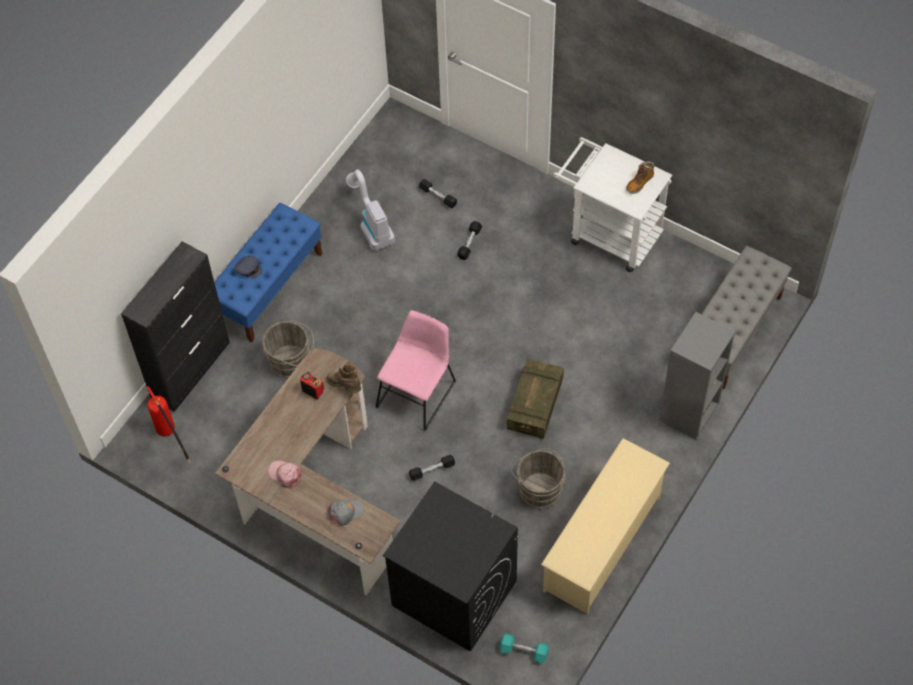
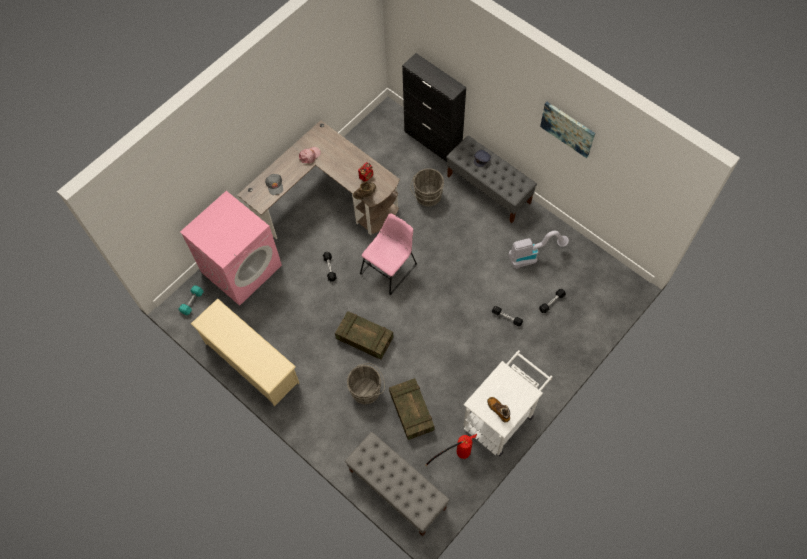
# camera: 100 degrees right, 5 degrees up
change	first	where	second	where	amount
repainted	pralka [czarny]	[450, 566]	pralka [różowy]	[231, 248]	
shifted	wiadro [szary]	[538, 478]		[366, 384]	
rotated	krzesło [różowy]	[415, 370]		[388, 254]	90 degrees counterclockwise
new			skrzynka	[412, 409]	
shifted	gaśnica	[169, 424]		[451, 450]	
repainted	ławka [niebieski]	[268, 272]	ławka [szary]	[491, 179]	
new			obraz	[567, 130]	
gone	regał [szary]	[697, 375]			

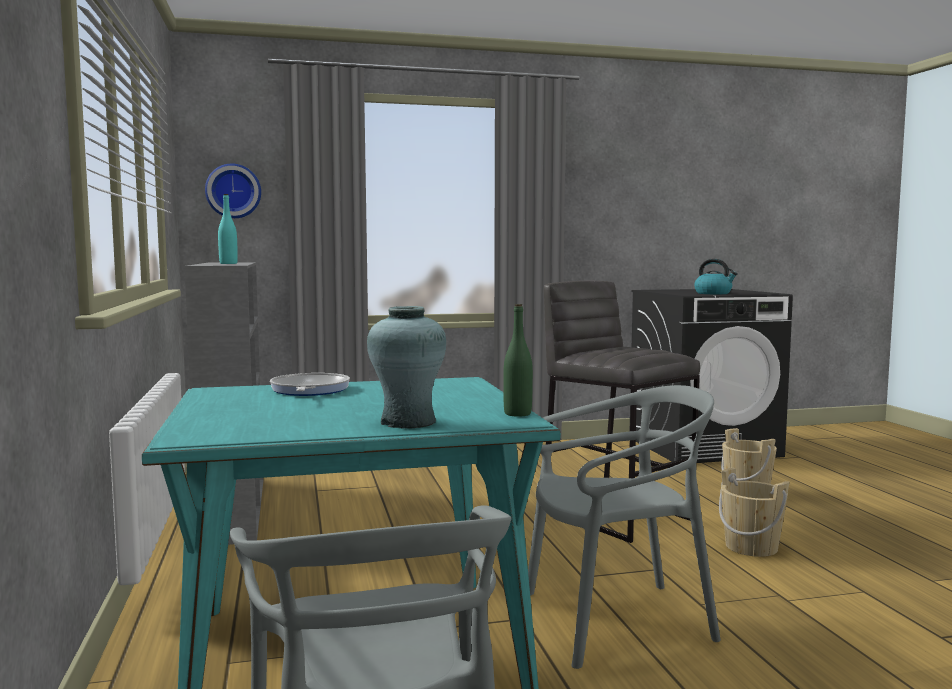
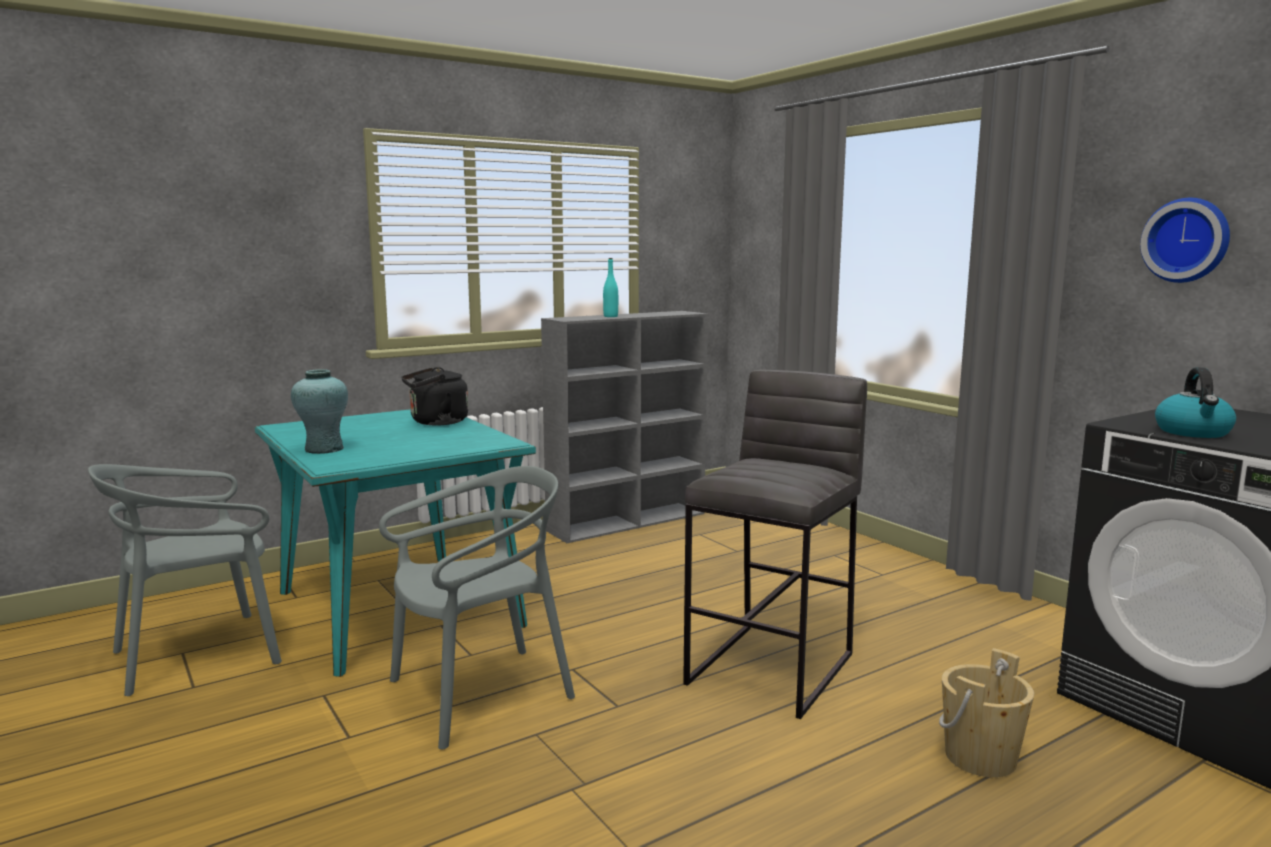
# camera: 70 degrees right, 5 degrees up
change	first	where	second	where	amount
rotated	krzesło [szary]	[624, 527]		[477, 608]	90 degrees counterclockwise
swapped	patelnia	[310, 384]	czajnik [czarny]	[434, 396]	
shifted	zegar ścienny	[233, 191]		[1185, 240]	
gone	butelka [zielony]	[518, 360]			
gone	wiadro [beżowy]	[754, 512]			

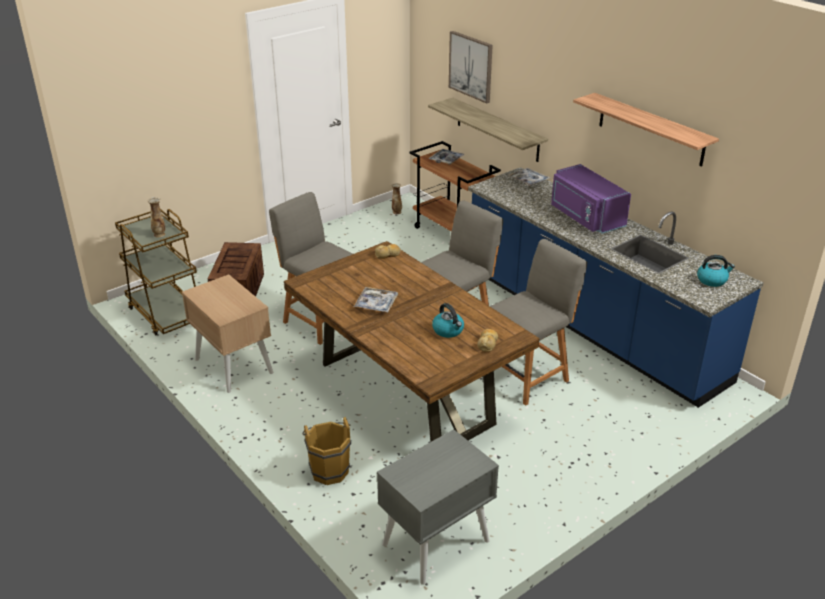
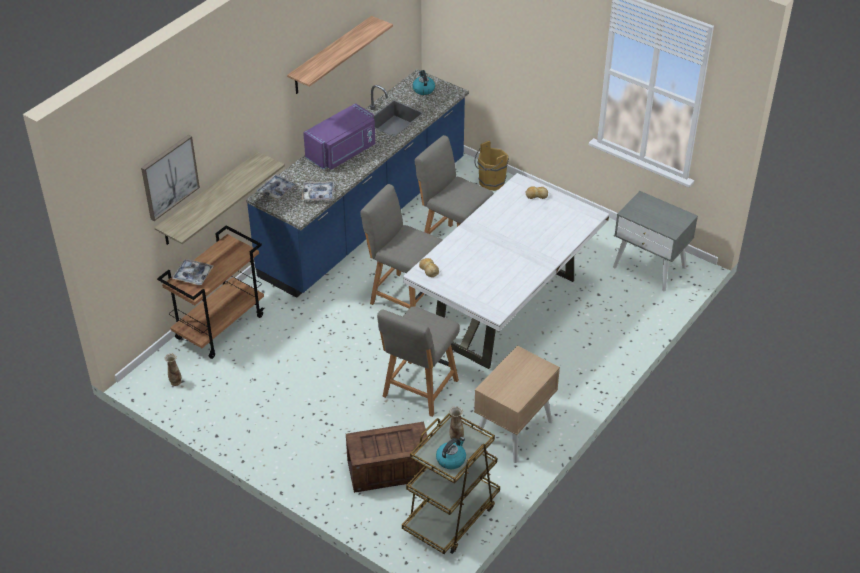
# camera: 105 degrees left, 10 degrees up
change	first	where	second	where	amount
shifted	taca	[376, 299]		[317, 191]	
repainted	stół jadalny [brązowy]	[412, 341]	stół jadalny [biały]	[506, 271]	
shifted	czajnik	[448, 320]		[451, 453]	
shifted	wiadro [brązowy]	[326, 451]		[492, 165]	

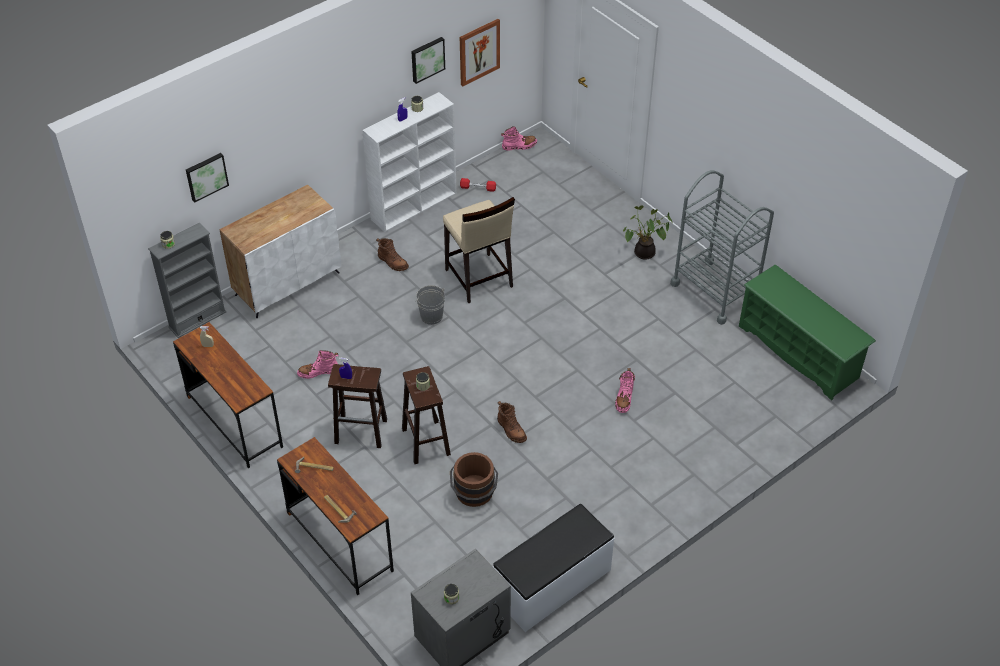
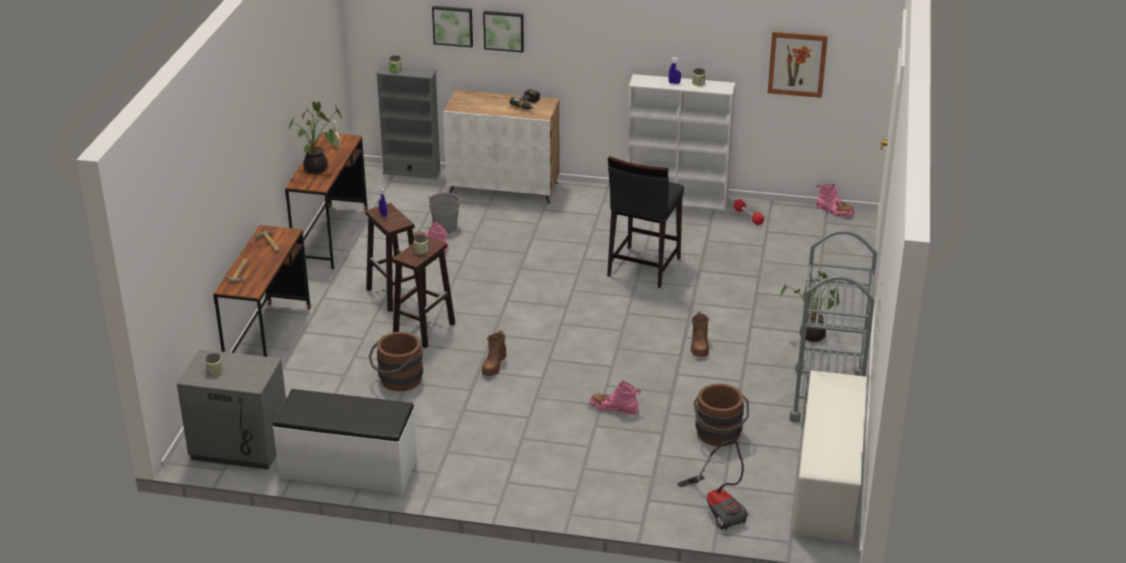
# camera: 50 degrees right, 15 degrees down
change	first	where	second	where	amount
new			roślina doniczkowa	[315, 137]	
shifted	wiadro [szary]	[430, 305]		[444, 212]	
shifted	obraz	[428, 60]		[503, 32]	
new			wiertarka	[524, 99]	
rotated	but z cholewką [różowy]	[625, 390]		[615, 397]	45 degrees clockwise
repainted	stołek [beżowy]	[479, 250]	stołek [czarny]	[645, 222]	
new			odkurzacz	[712, 485]	
shifted	but z cholewką [brązowy]	[392, 254]		[700, 334]	
new			wiadro [brązowy]	[721, 414]	
repainted	regał na buty [zielony]	[807, 332]	regał na buty [biały]	[830, 456]	

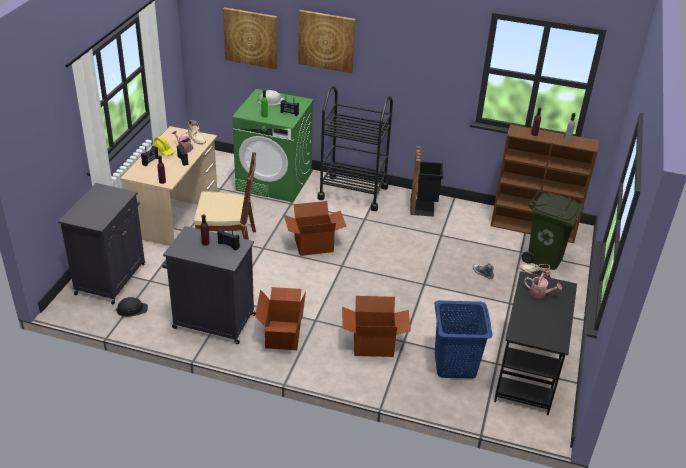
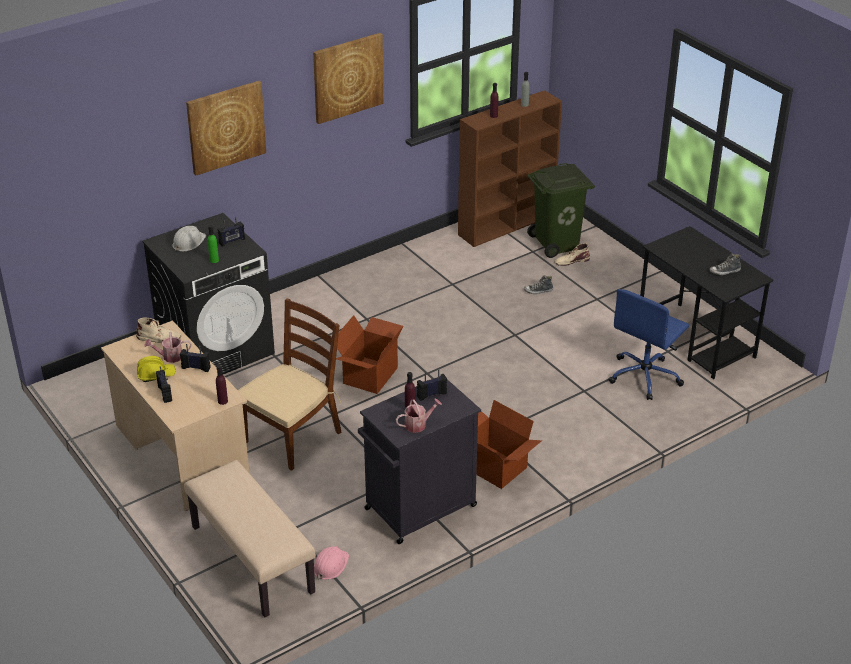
# camera: 50 degrees left, 0 degrees up
change	first	where	second	where	amount
repainted	pralka [zielony]	[273, 145]	pralka [czarny]	[208, 293]	
swapped	szafka [czarny]	[101, 243]	ławka [beżowy]	[250, 539]	
shifted	obraz	[250, 38]		[348, 78]	
repainted	kask [czarny]	[131, 307]	kask [różowy]	[331, 563]	
shifted	konewka	[543, 285]		[419, 415]	
swapped	kosz na pranie [niebieski]	[463, 339]	krzesło biurowe [niebieski]	[648, 344]	
new			but	[725, 264]	
gone	wózek [czarny]	[355, 148]			
gone	karton	[376, 326]			
gone	kosz na śmieci [czarny]	[426, 181]			

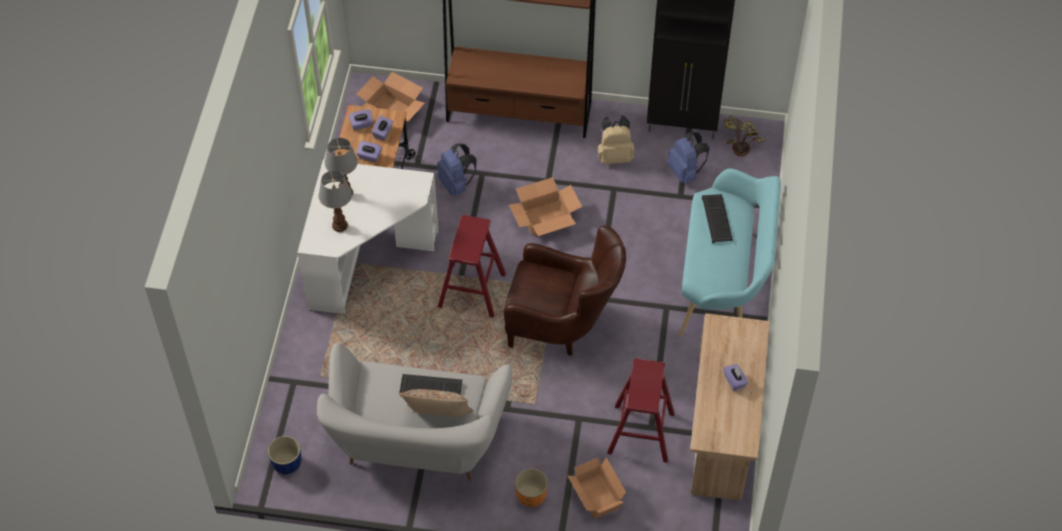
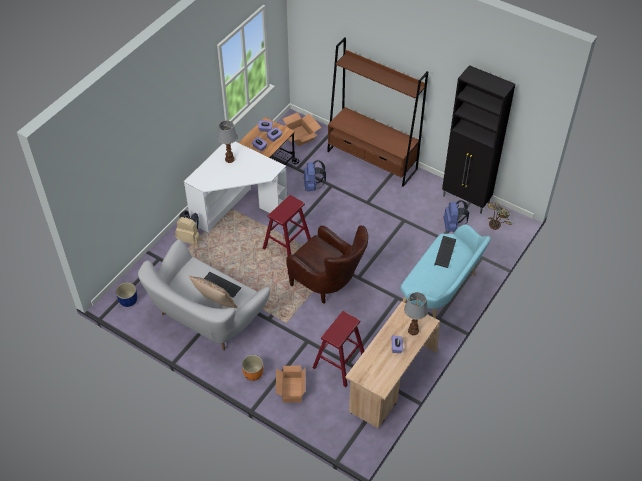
# camera: 25 degrees right, 5 degrees down
change	first	where	second	where	amount
shifted	plecak [beżowy]	[616, 139]		[187, 227]	
shifted	lampa stołowa	[335, 201]		[416, 314]	
gone	karton	[545, 206]			

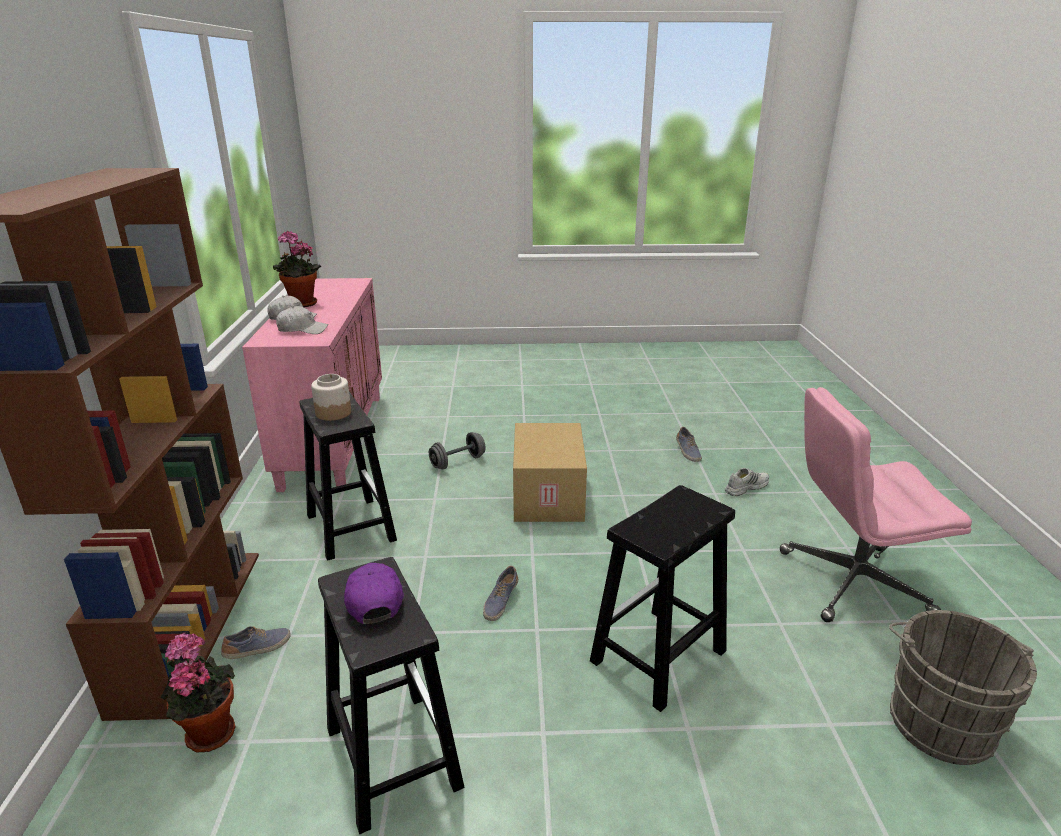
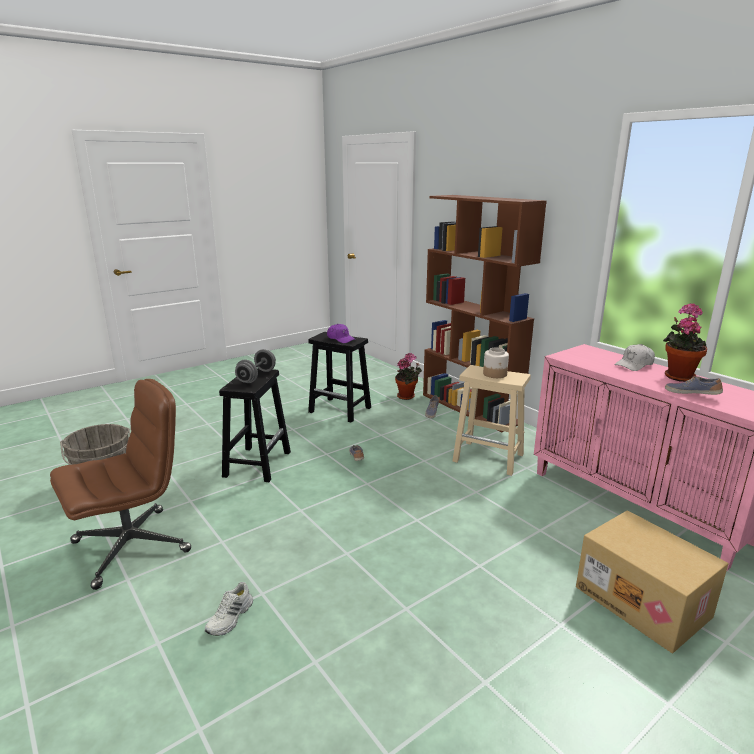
# camera: 145 degrees right, 5 degrees down
change	first	where	second	where	amount
repainted	krzesło biurowe [różowy]	[876, 504]	krzesło biurowe [brązowy]	[120, 484]	
shifted	hantel [szary]	[457, 450]		[255, 366]	
repainted	stołek [czarny]	[348, 476]	stołek [beżowy]	[491, 420]	
shifted	karton	[550, 472]		[652, 581]	
shifted	but	[689, 444]		[694, 385]	
gone	czapka z daszkiem [biały]	[302, 320]			

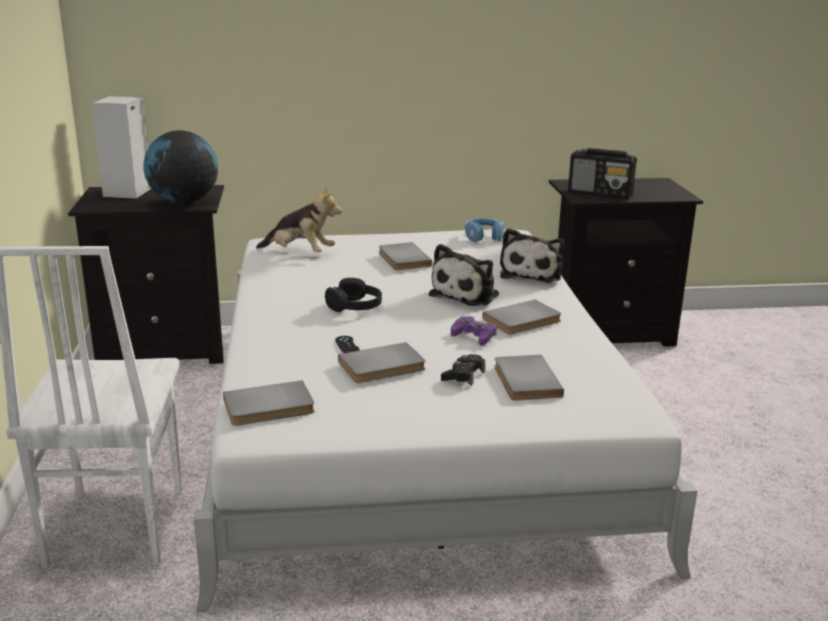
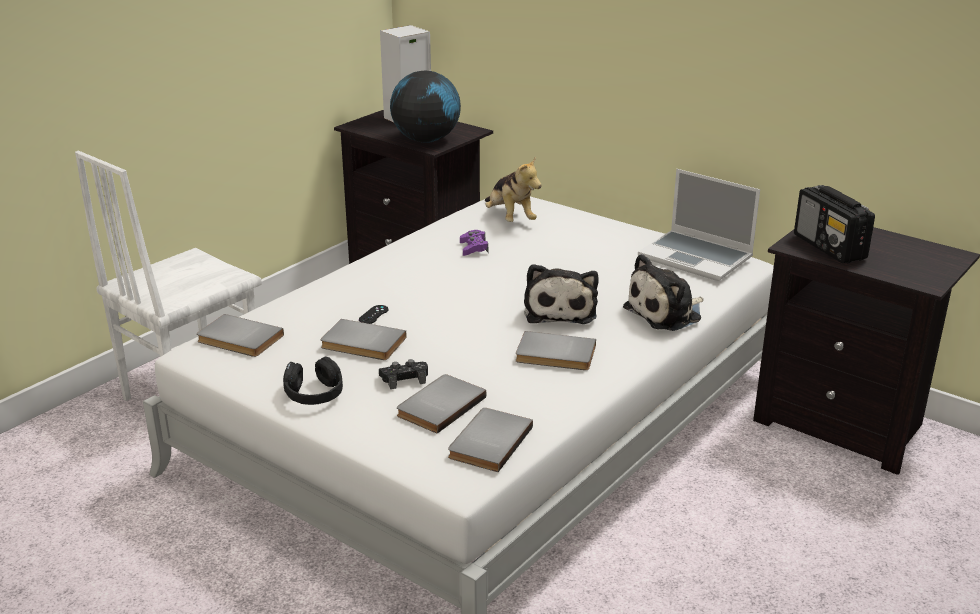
# camera: 45 degrees right, 5 degrees up
change	first	where	second	where	amount
shifted	słuchawki [czarny]	[353, 295]		[313, 381]	
shifted	książka [szary]	[405, 256]		[490, 440]	
shifted	pad do gier [fioletowy]	[474, 331]		[474, 243]	
rotated	pluszak	[464, 275]		[561, 294]	75 degrees counterclockwise
swapped	słuchawki [niebieski]	[485, 230]	laptop	[699, 225]	

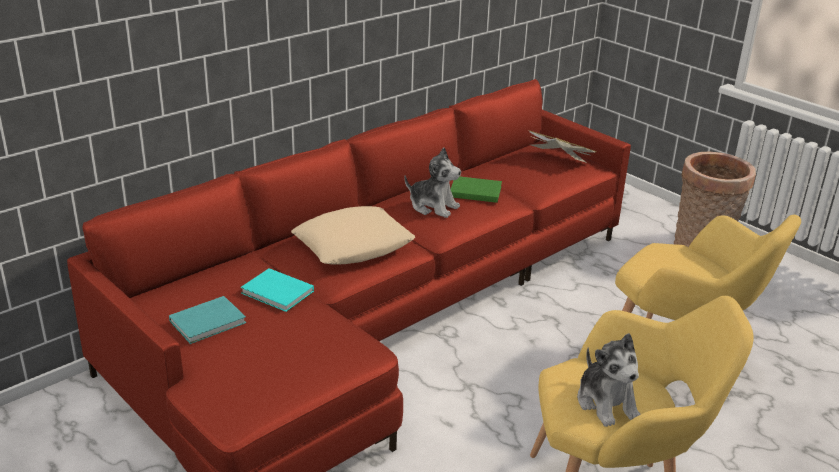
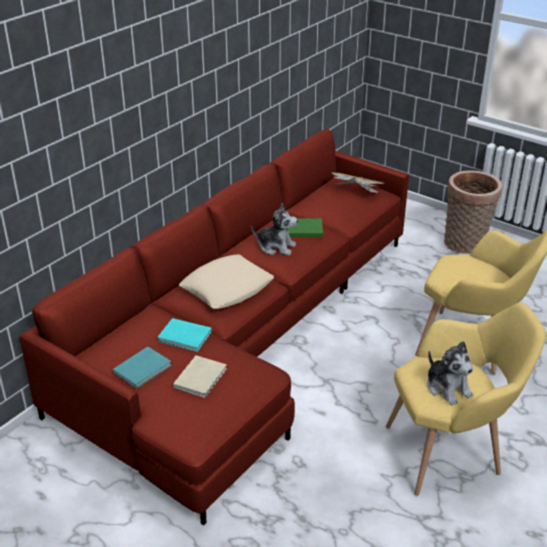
# camera: 10 degrees left, 5 degrees up
change	first	where	second	where	amount
new			książka [beżowy]	[200, 376]	

